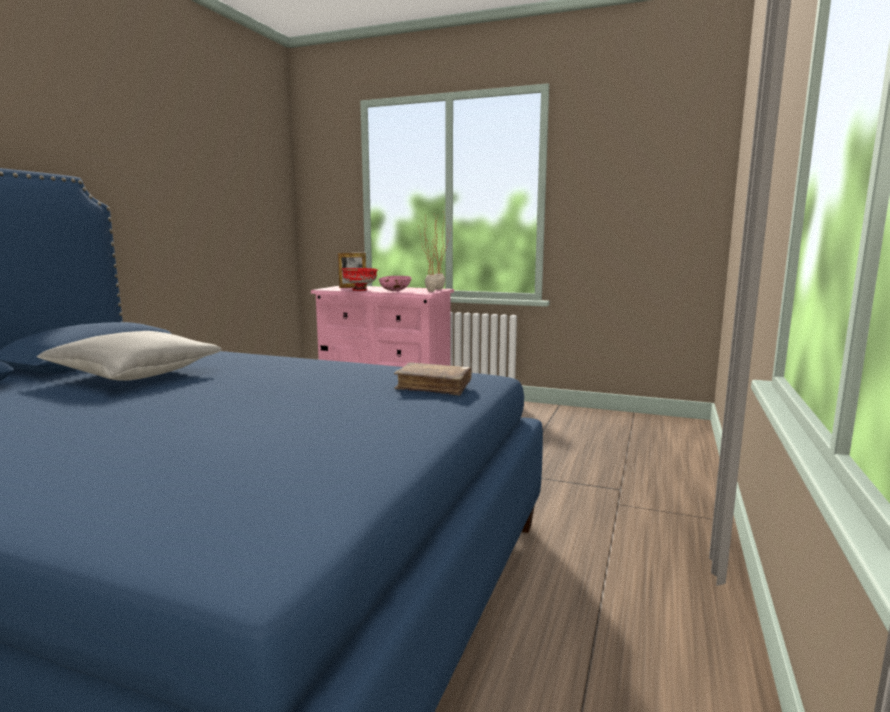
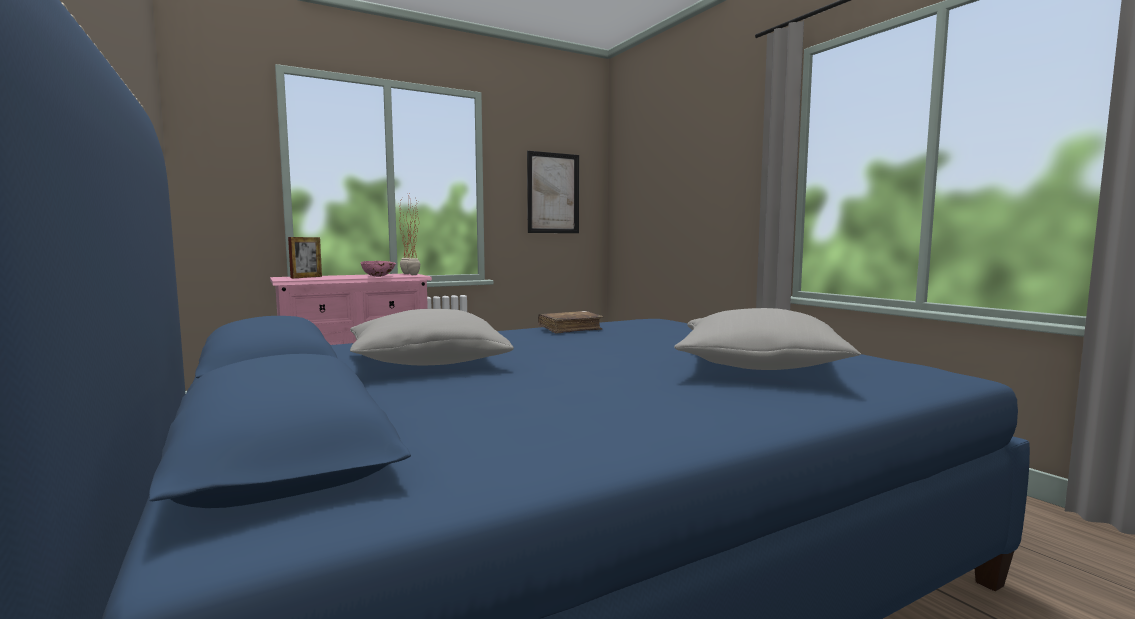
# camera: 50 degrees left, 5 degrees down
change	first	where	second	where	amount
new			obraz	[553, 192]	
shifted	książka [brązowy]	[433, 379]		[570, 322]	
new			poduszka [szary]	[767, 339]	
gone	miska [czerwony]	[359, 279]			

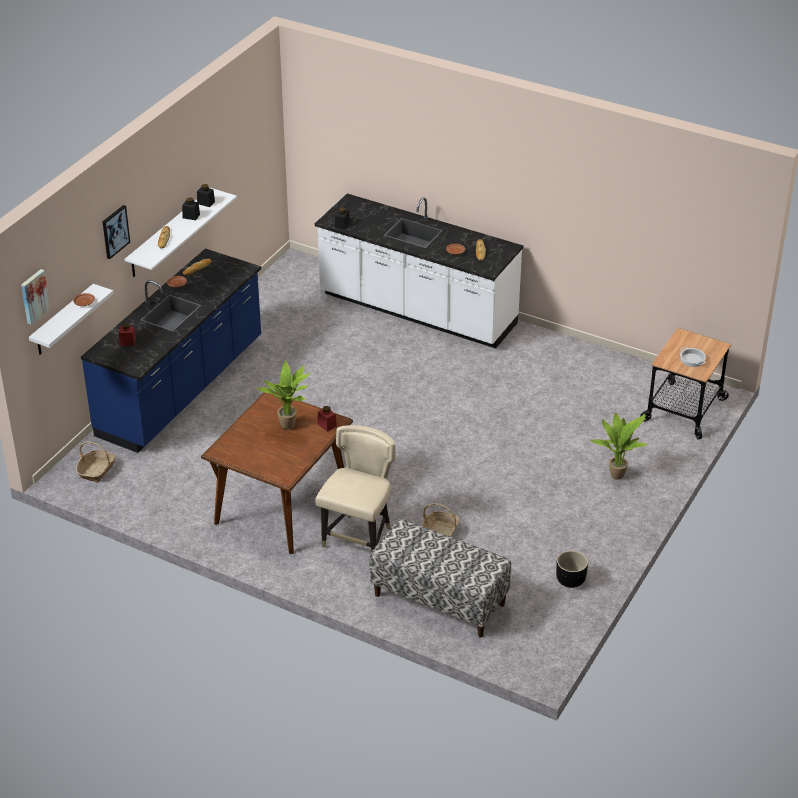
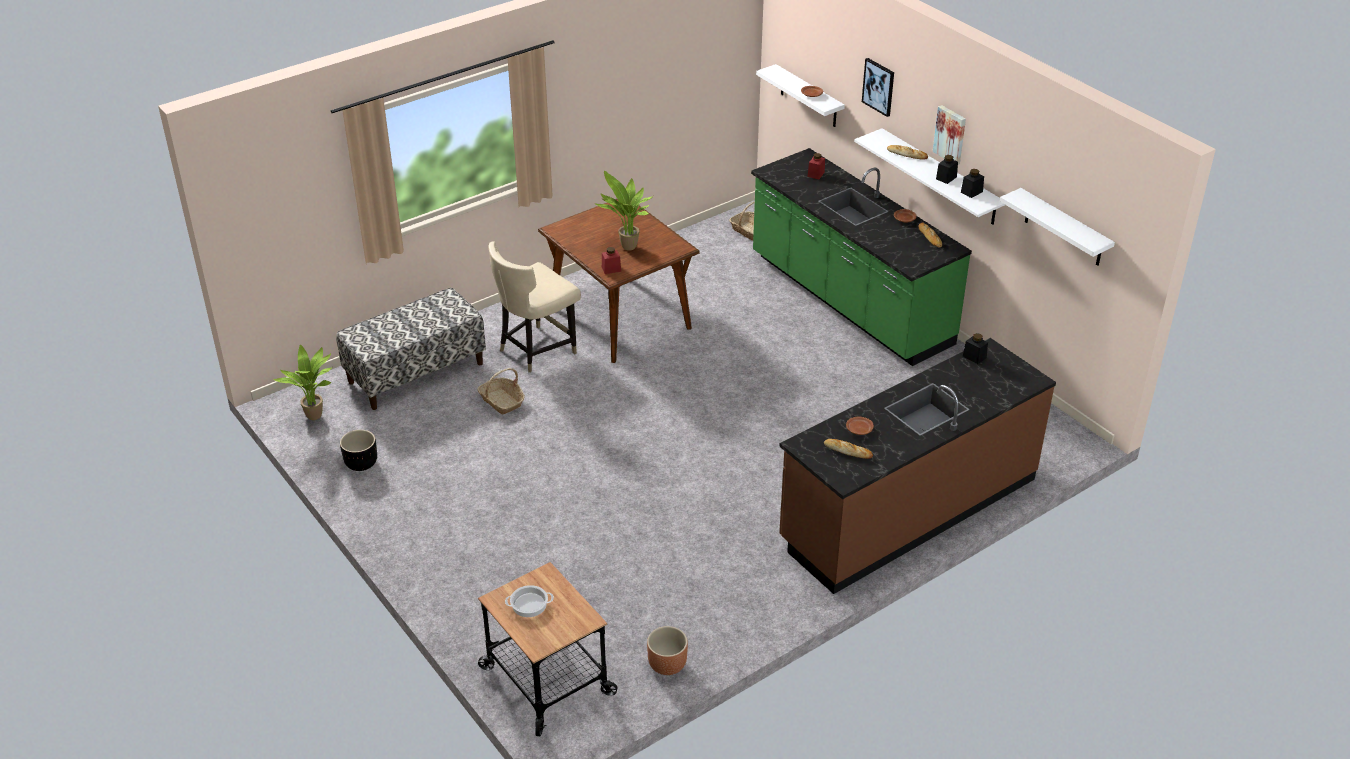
# camera: 115 degrees right, 0 degrees up
change	first	where	second	where	amount
shifted	roślina doniczkowa	[619, 446]		[302, 382]	
rotated	krzesło [beżowy]	[355, 488]		[535, 307]	90 degrees clockwise
new			donica [brązowy]	[667, 650]	
repainted	zabudowa kuchenna [niebieski]	[171, 351]	zabudowa kuchenna [zielony]	[861, 257]	
repainted	zabudowa kuchenna [biały]	[419, 271]	zabudowa kuchenna [brązowy]	[917, 466]	
shifted	obraz	[36, 296]		[949, 135]	
new			półka [biały]	[1057, 226]	

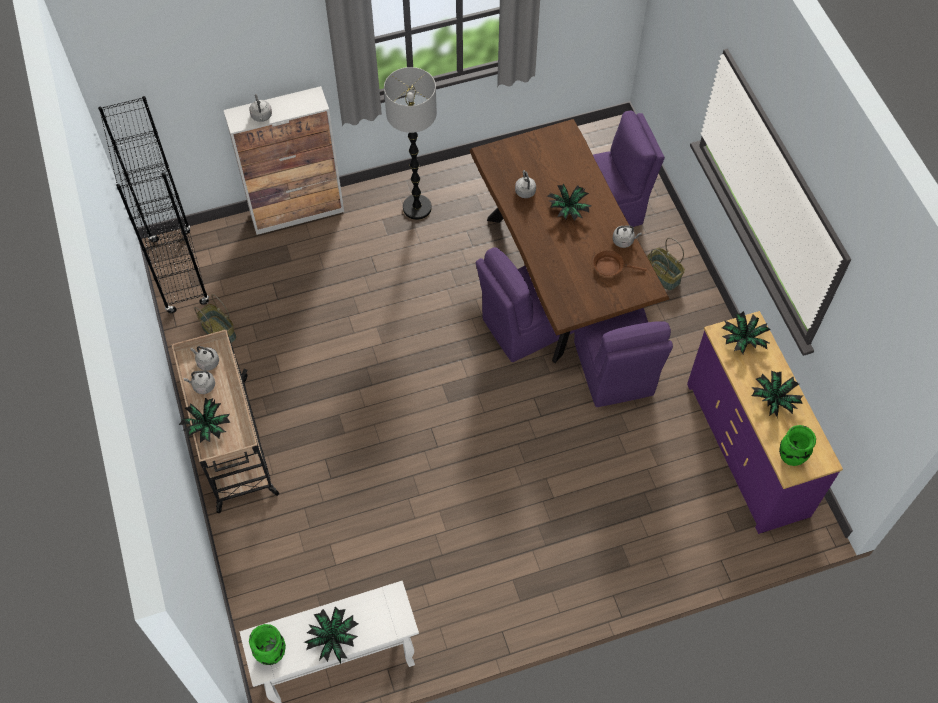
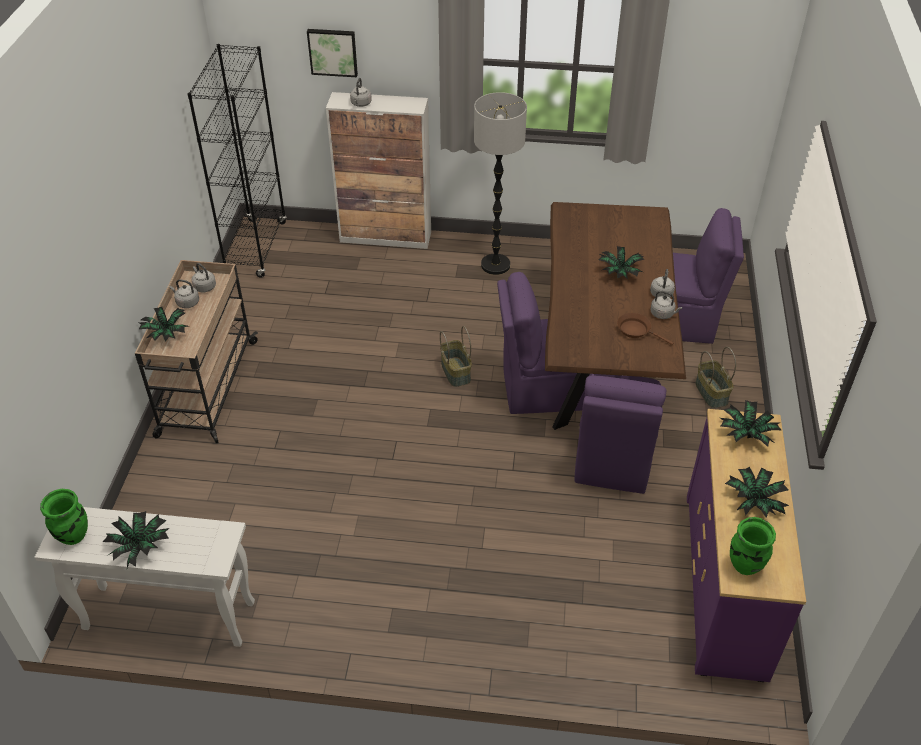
# camera: 25 degrees right, 15 degrees down
change	first	where	second	where	amount
new			obraz	[332, 53]	
shifted	koszyk	[215, 318]		[456, 356]	
shifted	czajnik [szary]	[525, 184]		[662, 283]	

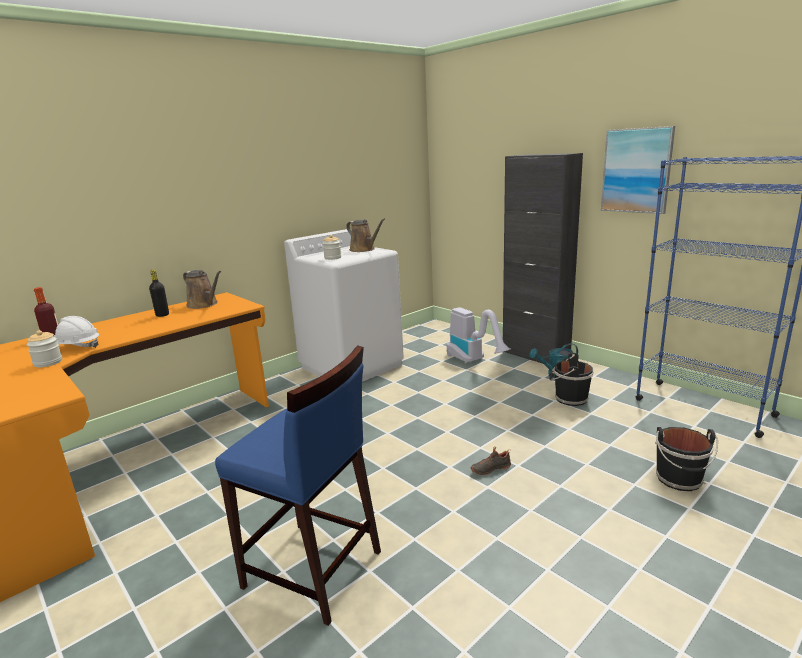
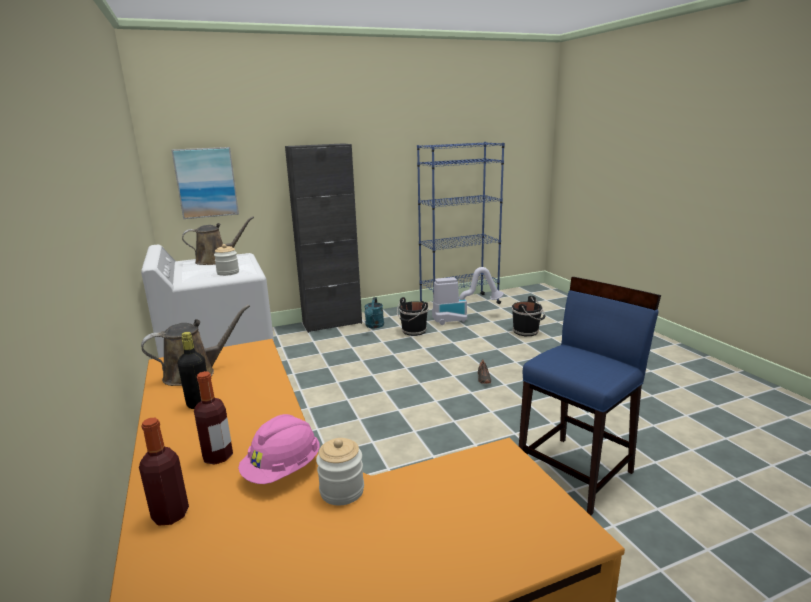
# camera: 70 degrees left, 0 degrees up
change	first	where	second	where	amount
shifted	obraz	[638, 170]		[205, 183]	
new			butelka	[213, 418]	
repainted	kask [biały]	[76, 332]	kask [różowy]	[278, 449]	
shifted	odkurzacz	[479, 335]		[468, 296]	

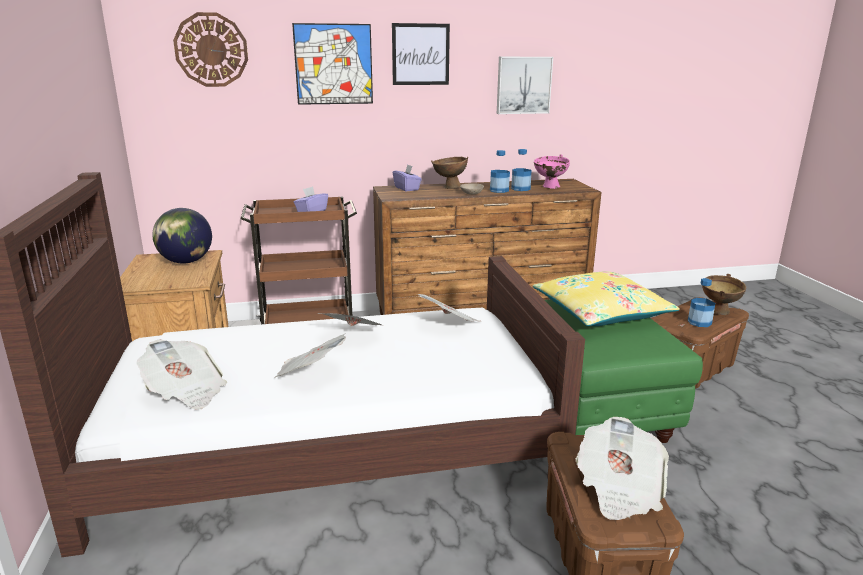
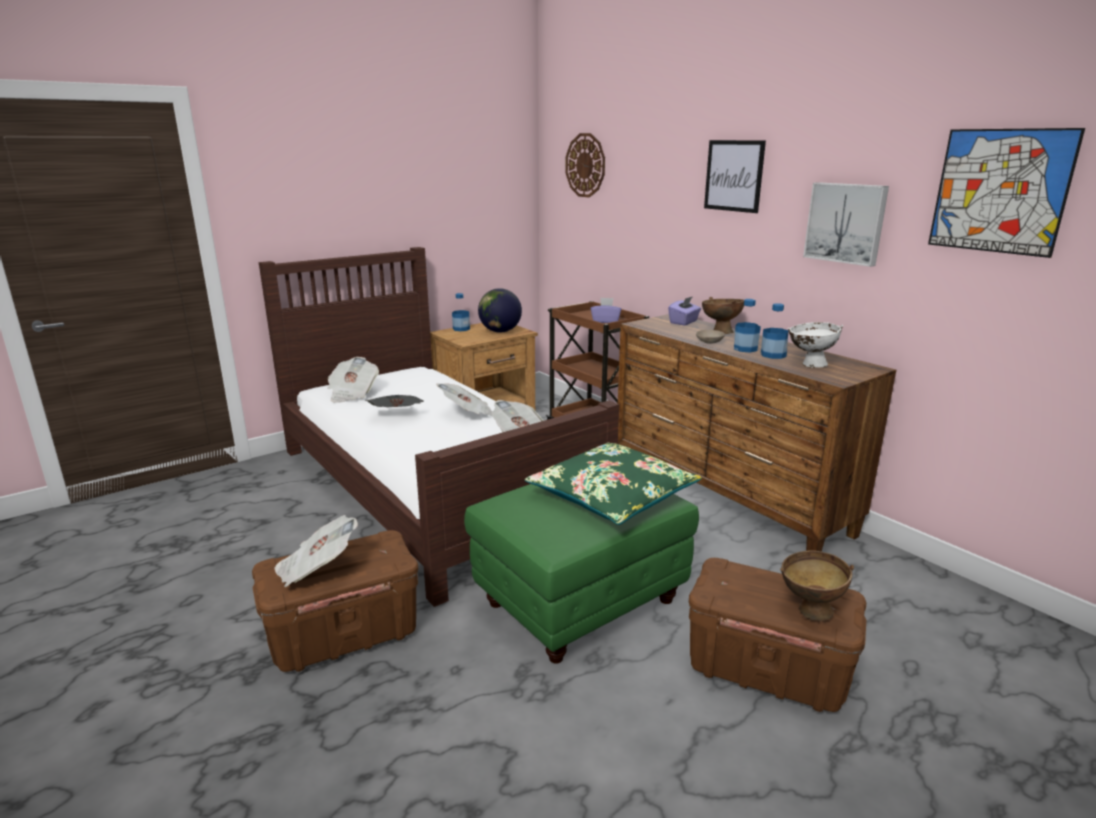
# camera: 65 degrees right, 0 degrees up
change	first	where	second	where	amount
shifted	butelka	[701, 302]		[461, 312]	
repainted	poduszka [żółty]	[606, 298]	poduszka [zielony]	[613, 484]	
repainted	miska [różowy]	[552, 171]	miska [biały]	[815, 345]	
shifted	obraz	[332, 64]		[1006, 193]	

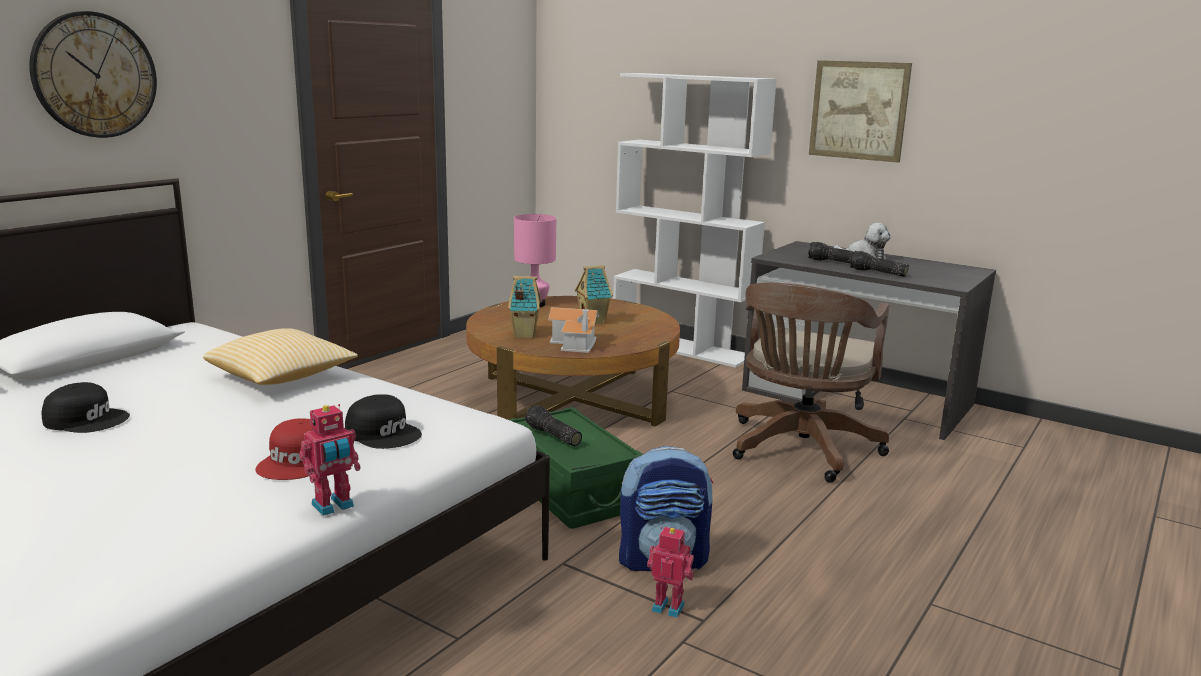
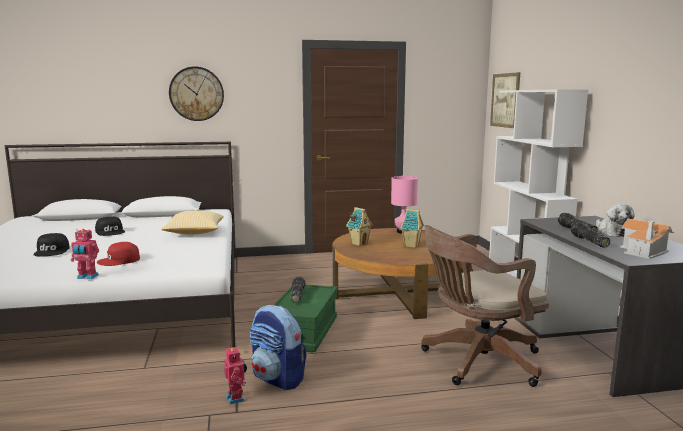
# camera: 45 degrees right, 5 degrees down
change	first	where	second	where	amount
shifted	czapka z daszkiem [czarny]	[383, 421]		[51, 244]	
shifted	obraz	[860, 111]		[505, 100]	
shifted	domek	[573, 330]		[647, 239]	

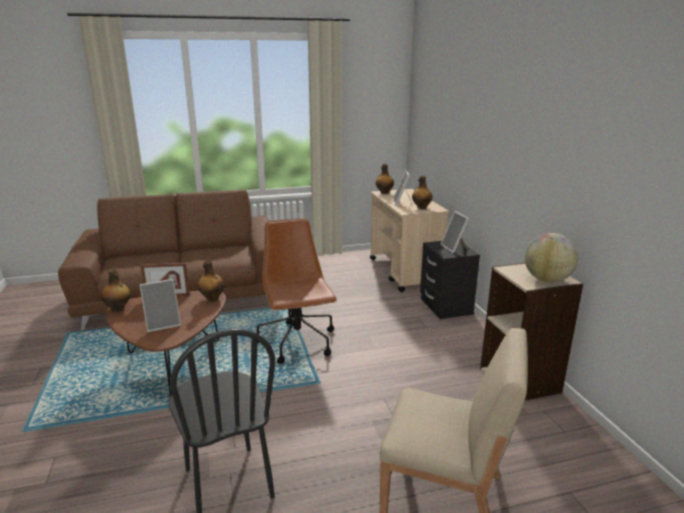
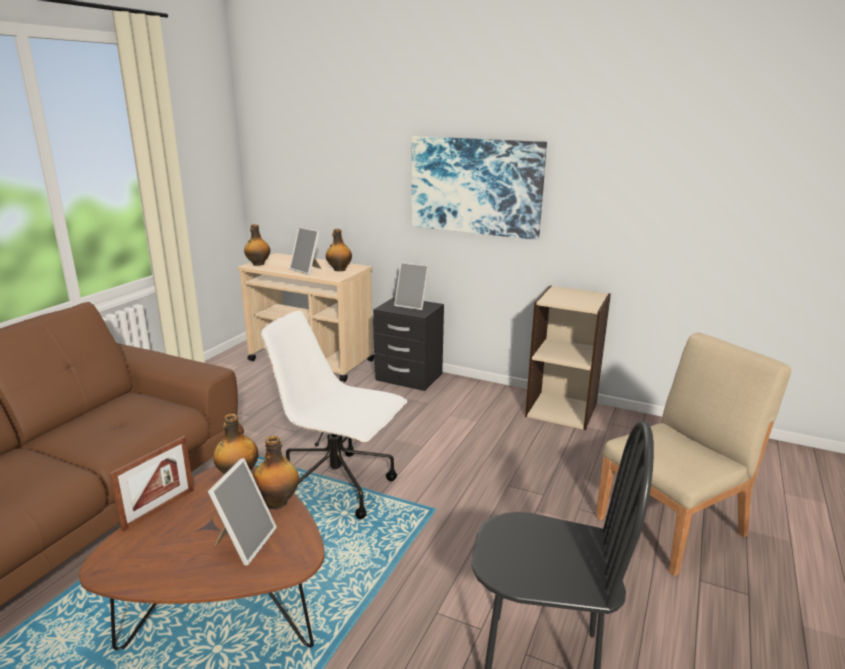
# camera: 50 degrees left, 0 degrees up
change	first	where	second	where	amount
shifted	butelka	[116, 289]		[276, 472]	
repainted	krzesło biurowe [brązowy]	[297, 291]	krzesło biurowe [biały]	[334, 415]	
new			obraz	[479, 188]	
gone	globus	[551, 257]			

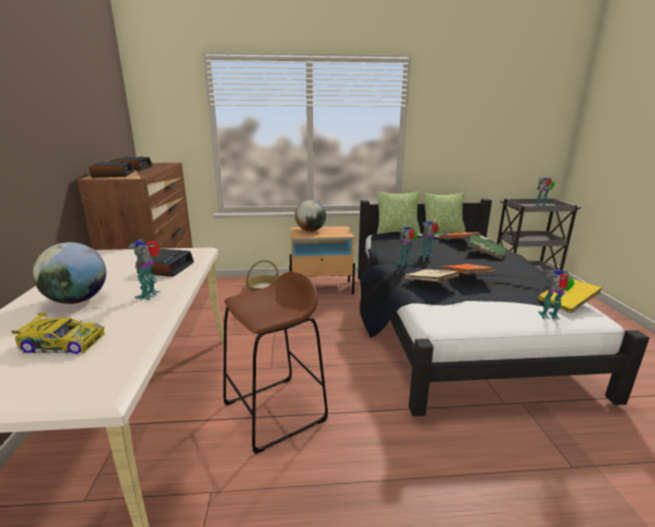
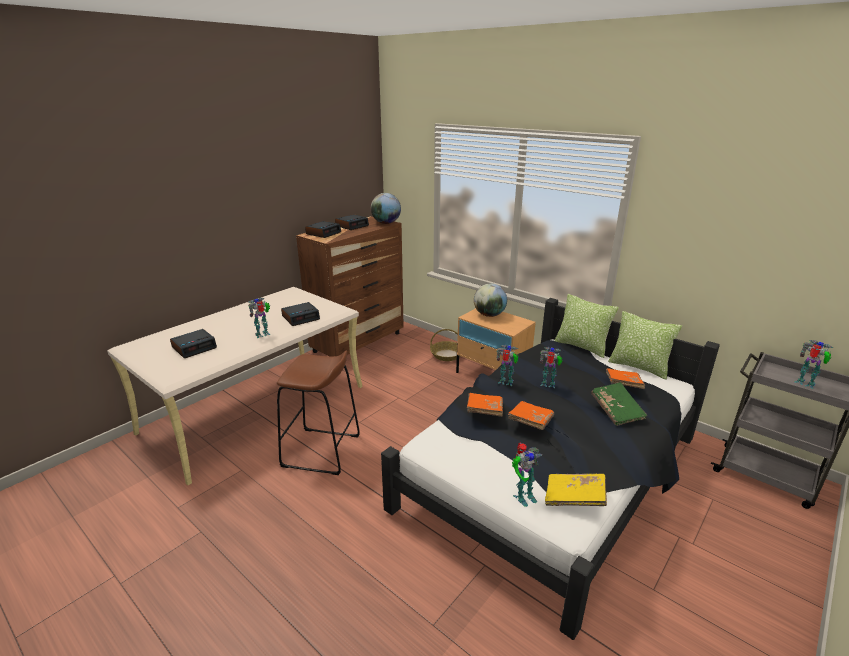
# camera: 45 degrees right, 5 degrees up
change	first	where	second	where	amount
swapped	samochodzik	[58, 333]	budzik	[193, 343]	
shifted	globus	[69, 273]		[386, 208]	
repainted	książka [beżowy]	[432, 275]	książka [pomarańczowy]	[485, 405]	
rotated	robot zabawkowy	[556, 295]		[527, 474]	105 degrees clockwise

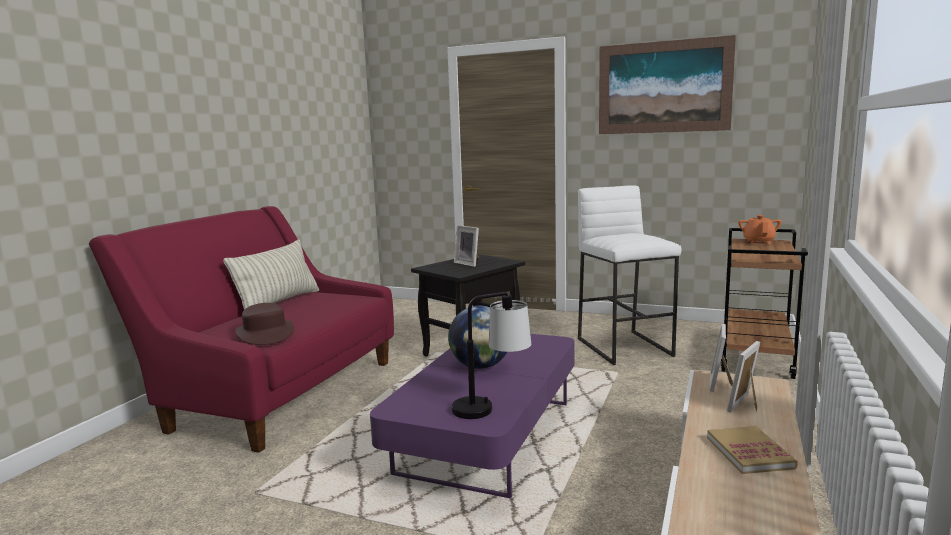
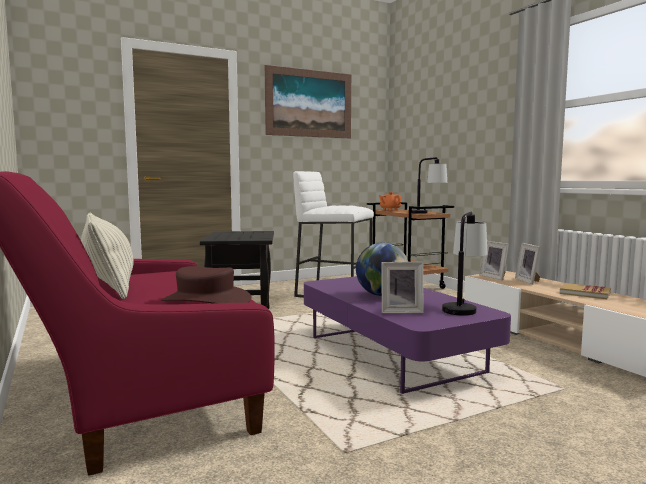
# camera: 50 degrees left, 5 degrees down
change	first	where	second	where	amount
shifted	ramka na zdjęcie	[466, 246]		[402, 287]	
new			lampa stołowa	[429, 185]	

